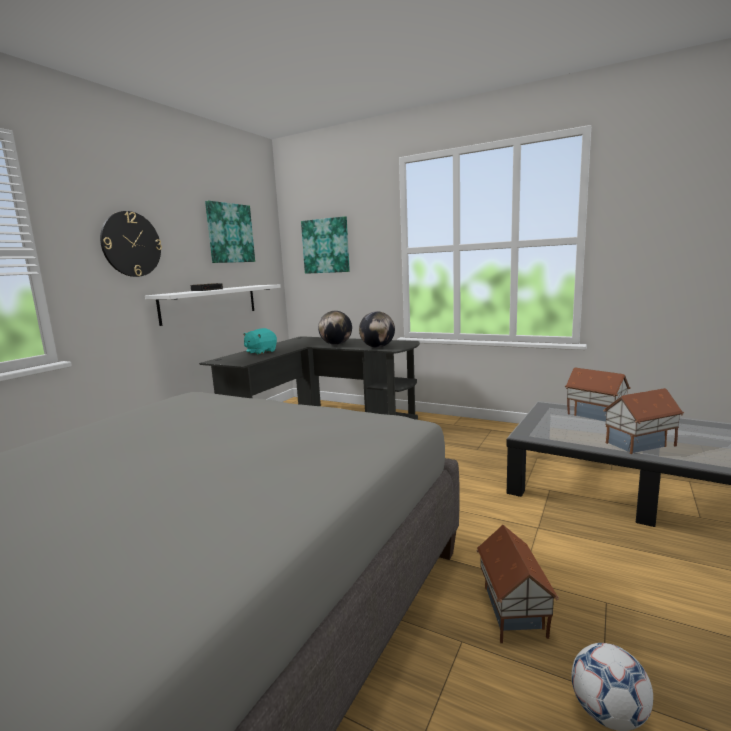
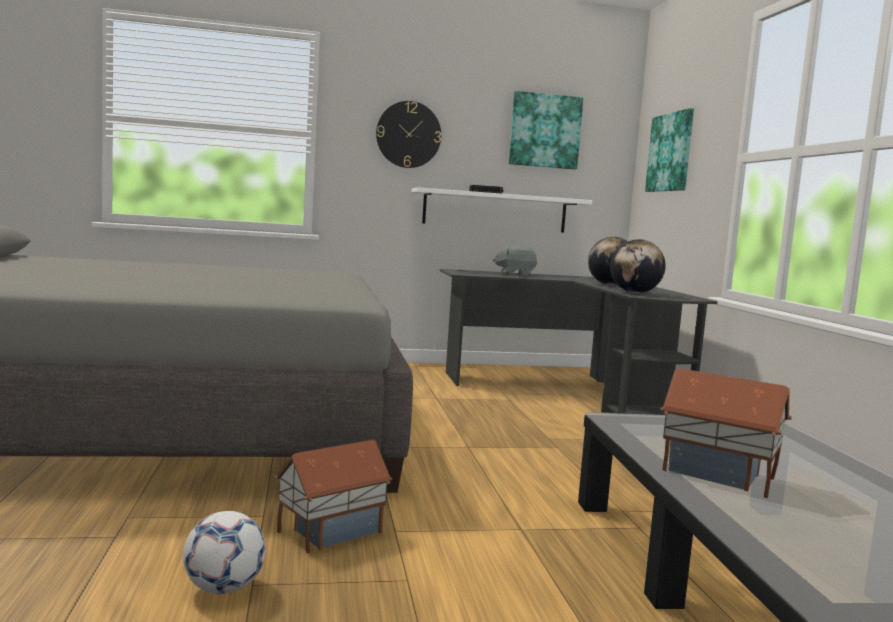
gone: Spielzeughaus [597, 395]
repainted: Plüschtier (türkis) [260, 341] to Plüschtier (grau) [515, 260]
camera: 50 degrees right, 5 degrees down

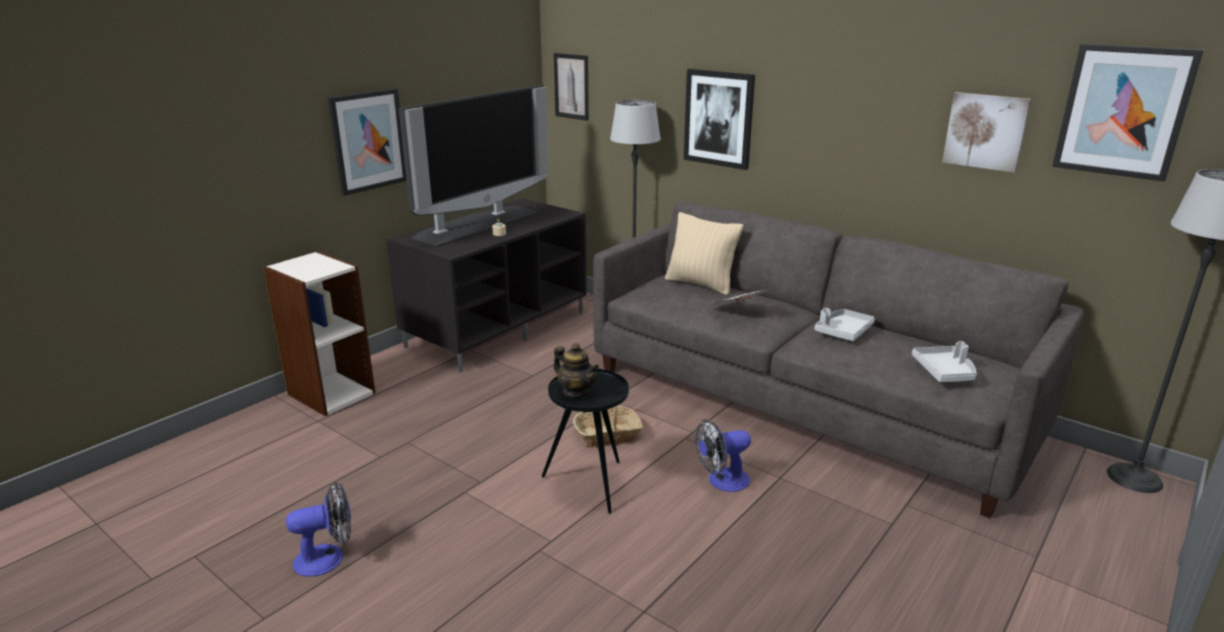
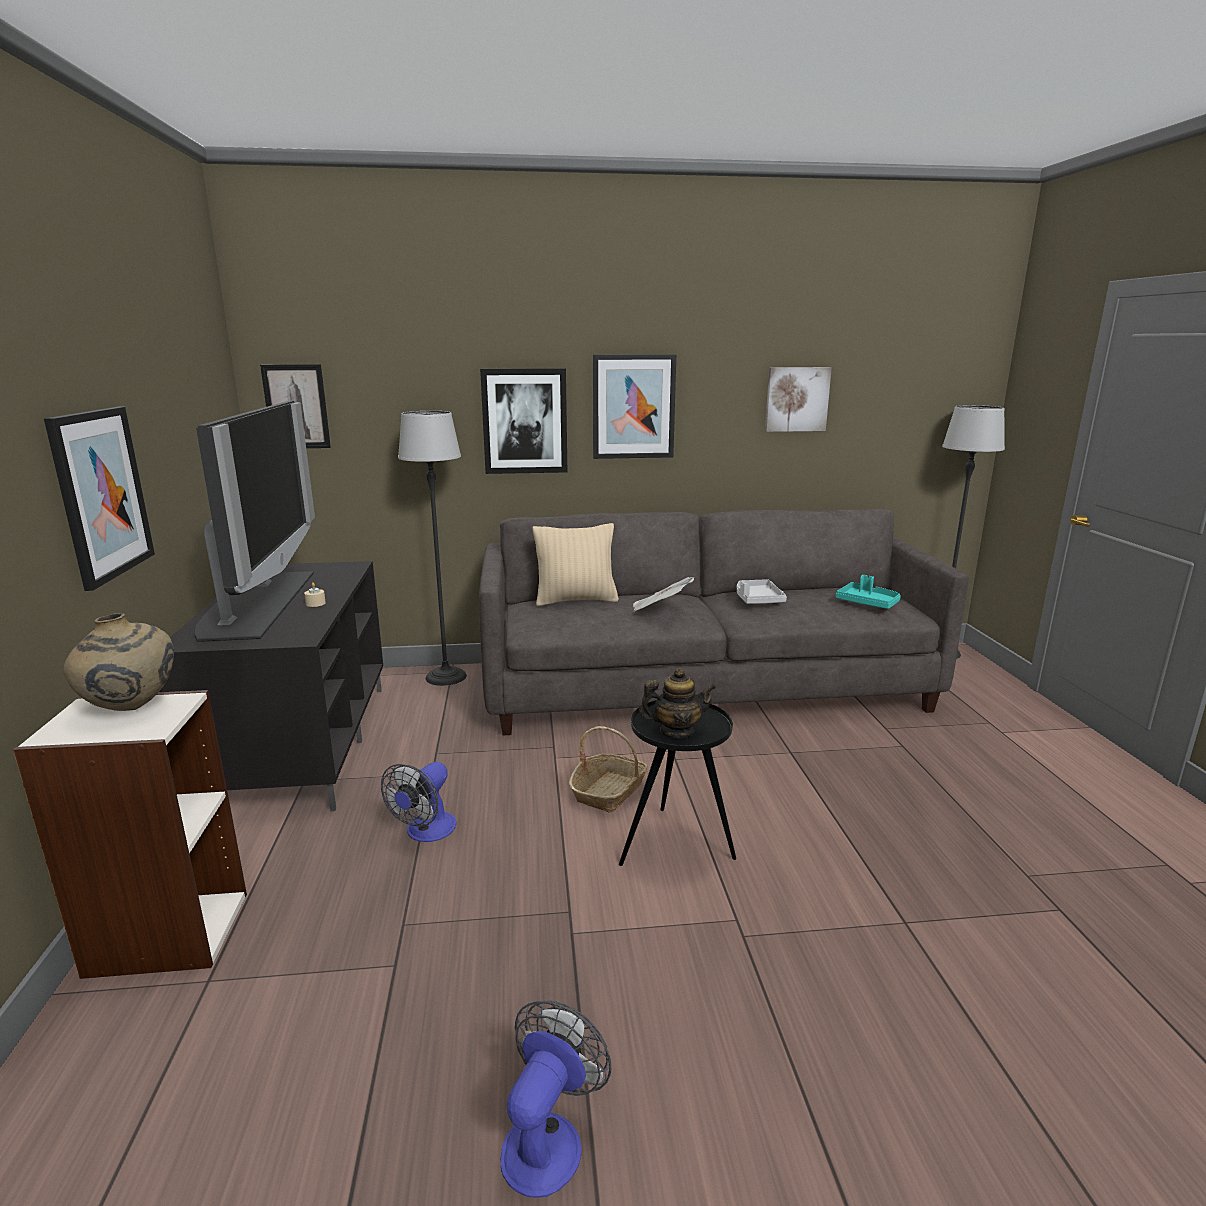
new: Vase (beige) [118, 662]
shifted: Bild [1128, 112] to [634, 406]; Ventilator [723, 455] to [418, 802]
repainted: Tablett (grau) [944, 361] to Tablett (türkis) [868, 592]
camera: 45 degrees left, 5 degrees down

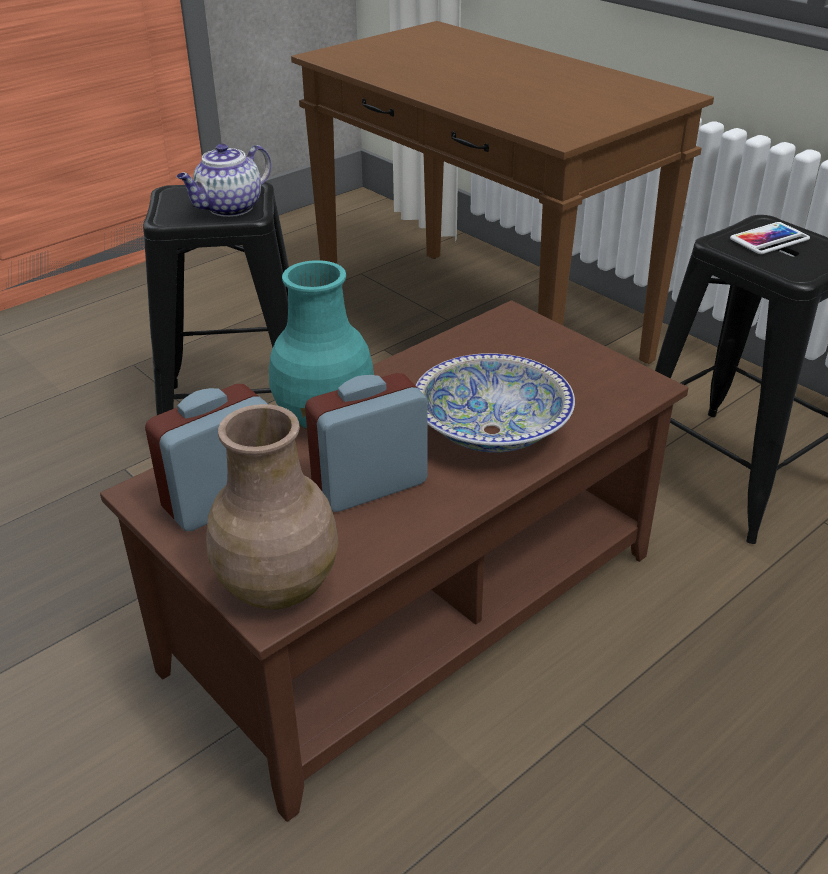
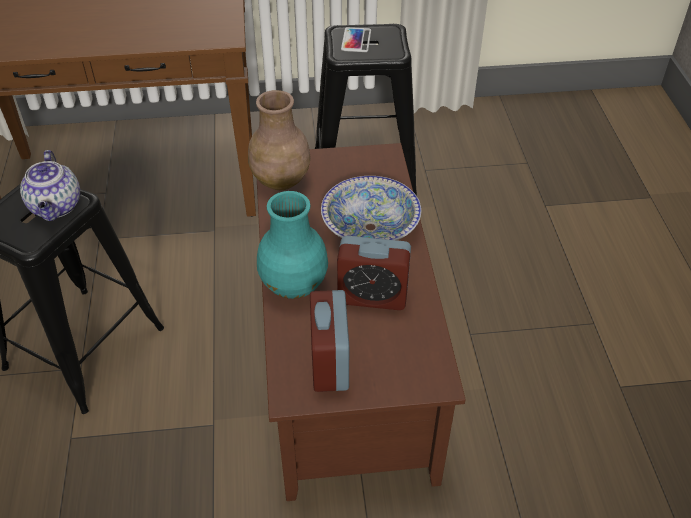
shifted: Vase (braun) [272, 506] to [279, 140]
rotated: Wecker [366, 442] = [374, 273] 90 degrees counterclockwise
camera: 55 degrees left, 10 degrees up

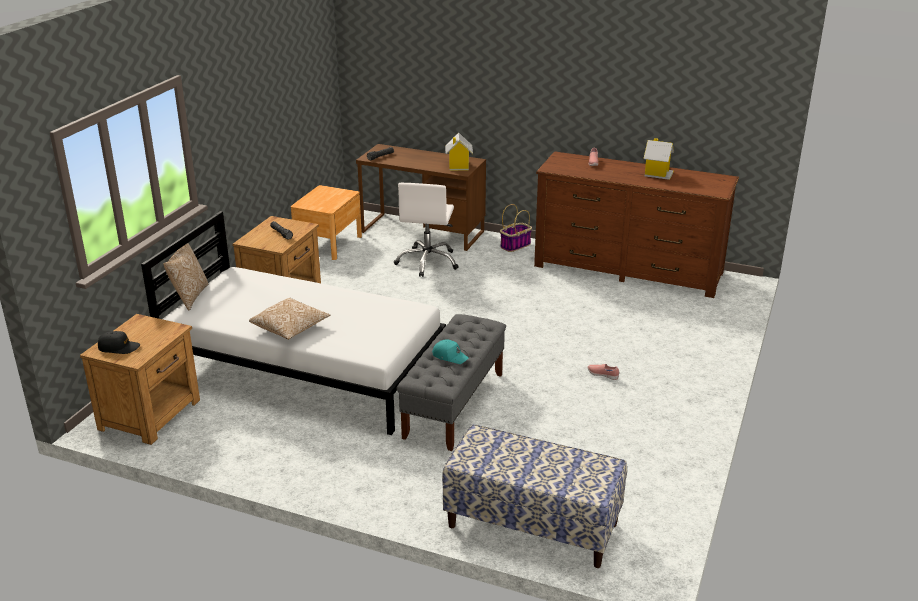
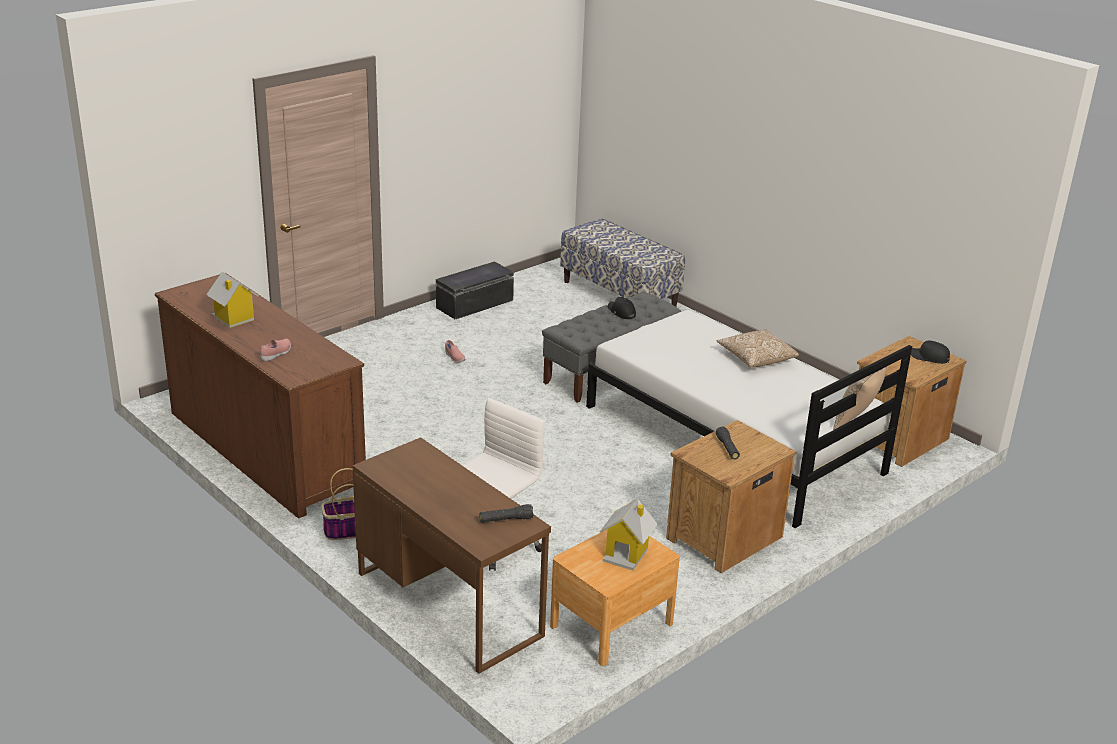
new: Aufbewahrungsbox (schwarz) [475, 290]
shifted: Spielzeughaus [459, 152] to [628, 534]
repainted: Kappe (türkis) [450, 351] to Kappe (schwarz) [622, 307]
camera: 155 degrees left, 0 degrees up

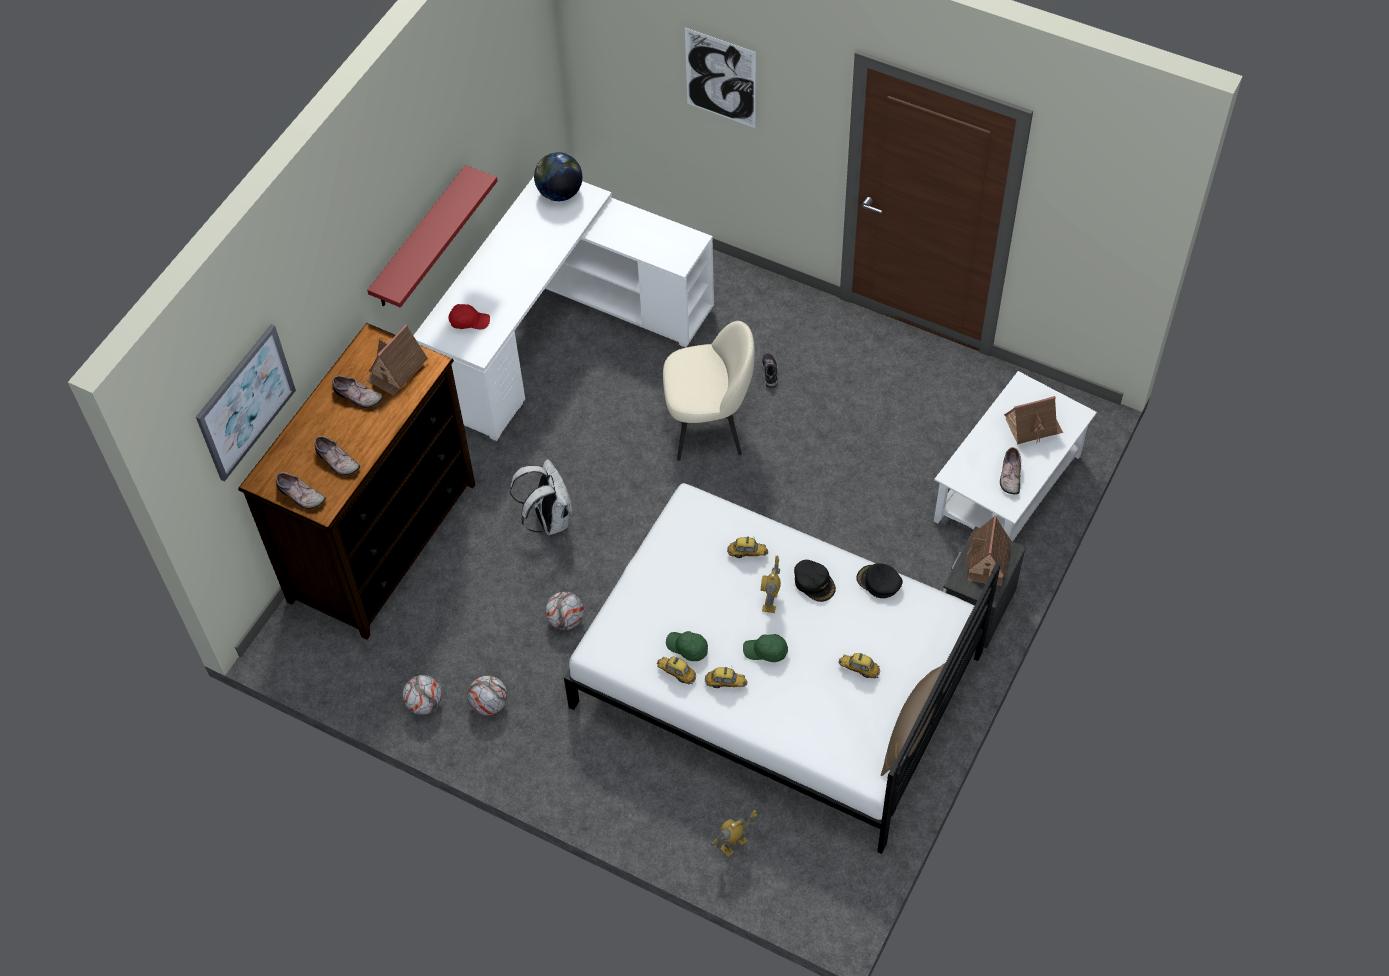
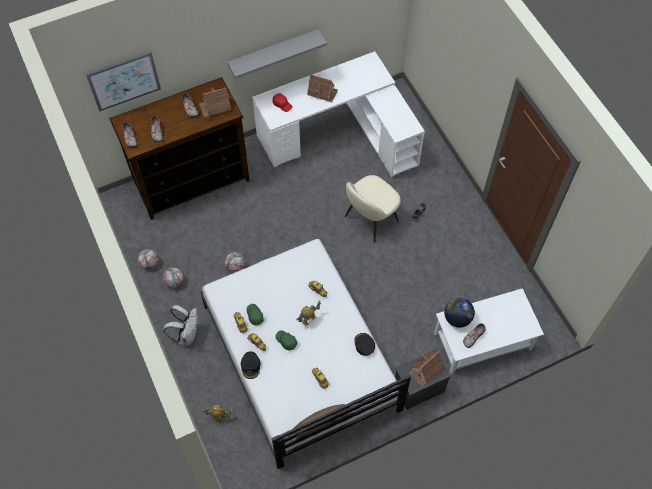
gone: Bild [720, 78]
shifted: Globus [558, 176] to [459, 313]; Spielzeughaus [1033, 420] to [322, 88]; Rucksack (weiß) [541, 497] to [180, 325]; Kappe (schwarz) [815, 581] to [251, 365]
repainted: Wandregal (rot) [432, 236] to Wandregal (grau) [277, 54]
rotated: Stuhl (beige) [709, 391] = [373, 209] 105 degrees clockwise
camera: 35 degrees right, 5 degrees up

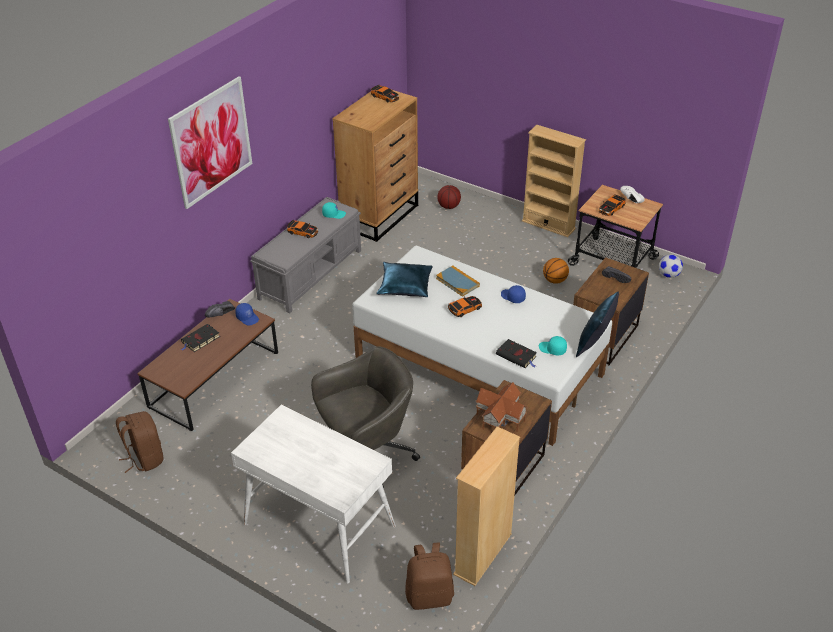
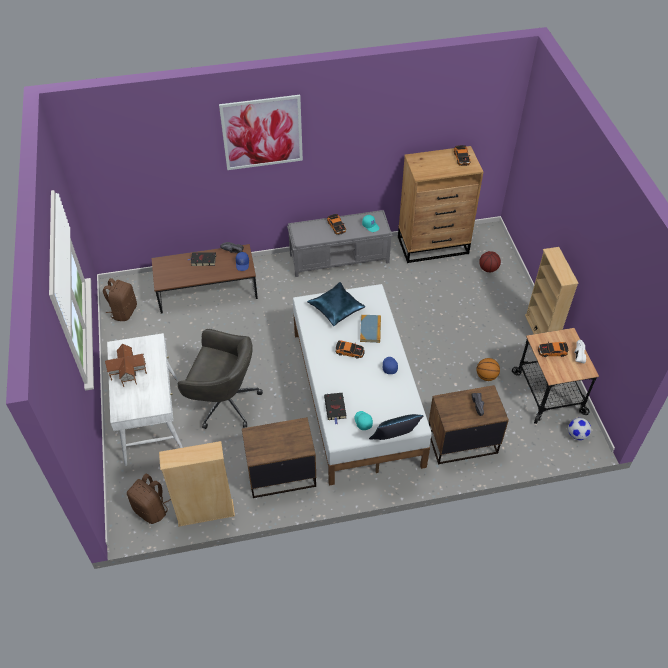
shifted: Spielzeughaus [502, 407] to [126, 365]
camera: 45 degrees right, 10 degrees up

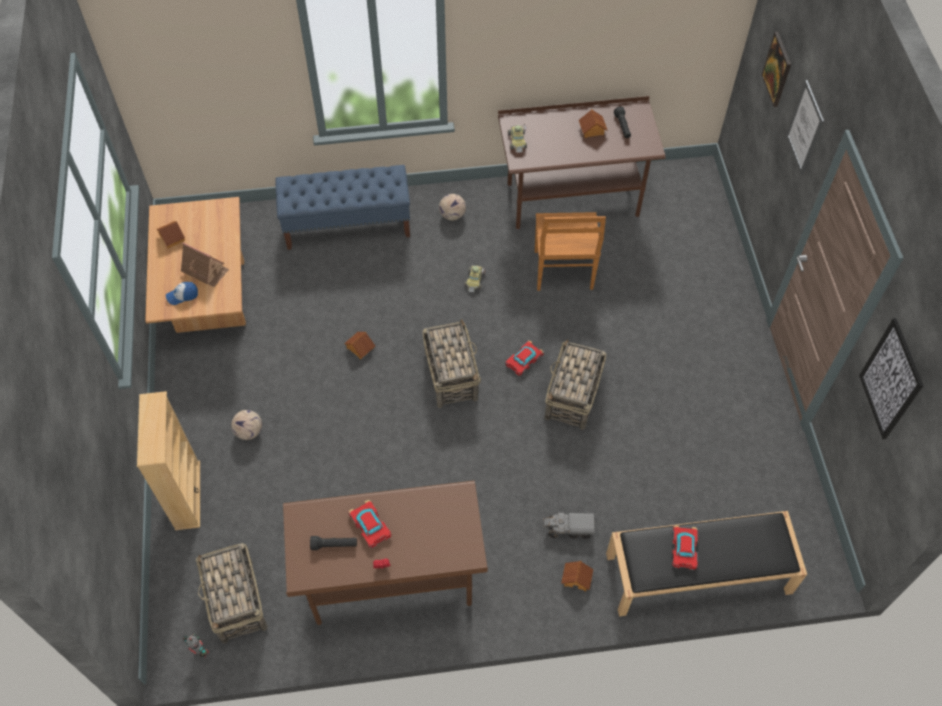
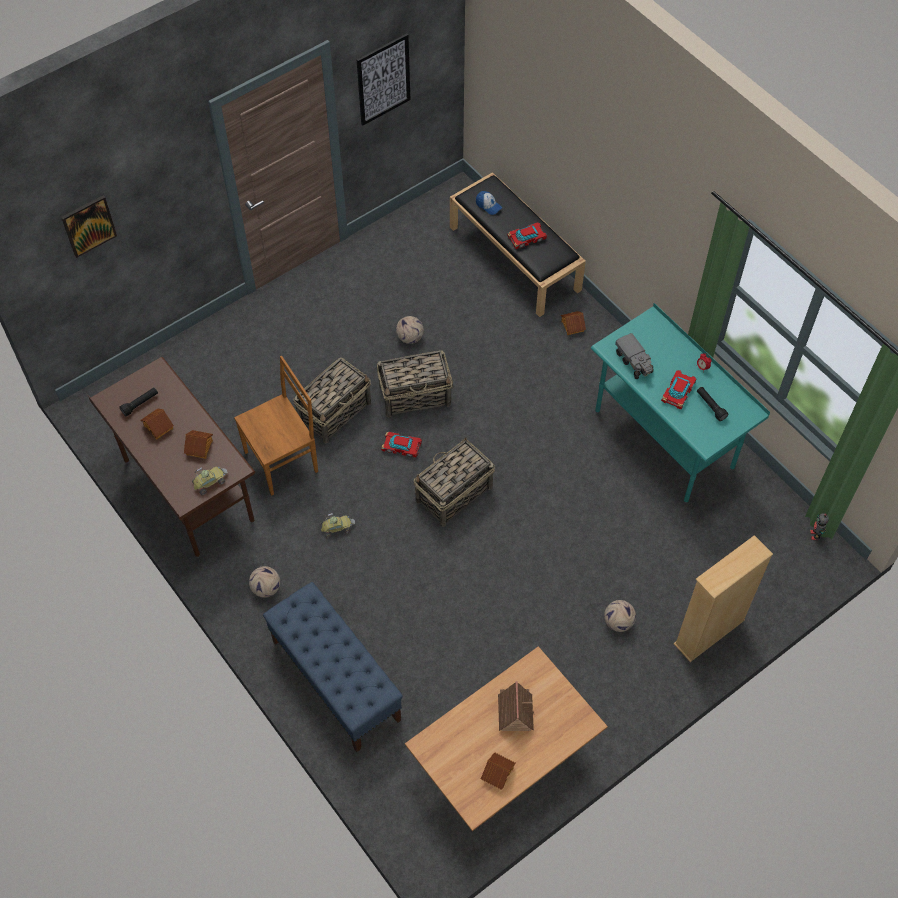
gone: Bild [805, 127]
new: Fußball [410, 330]
shifted: Kappe [182, 293] to [489, 203]; Spielzeughaus [359, 345] to [198, 444]; Spielzeuglaster [569, 526] to [634, 356]; Korb [231, 593] to [332, 400]
repainted: Schreibtisch (braun) [385, 553] to Schreibtisch (türkis) [680, 403]
camera: 120 degrees left, 0 degrees up

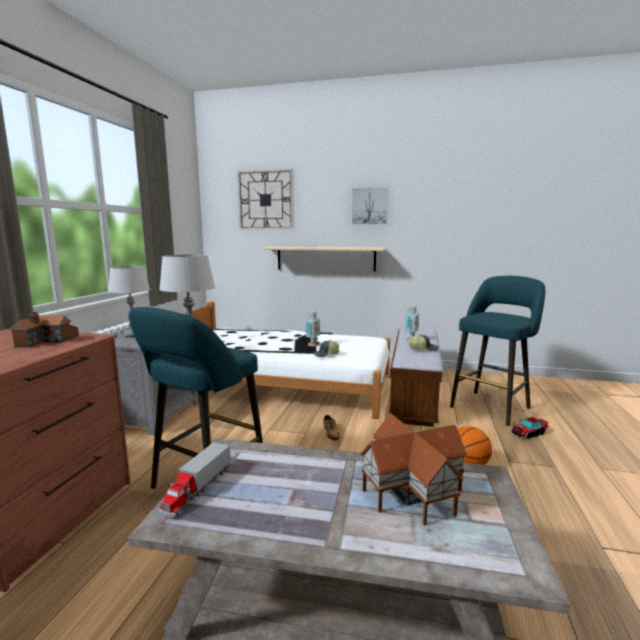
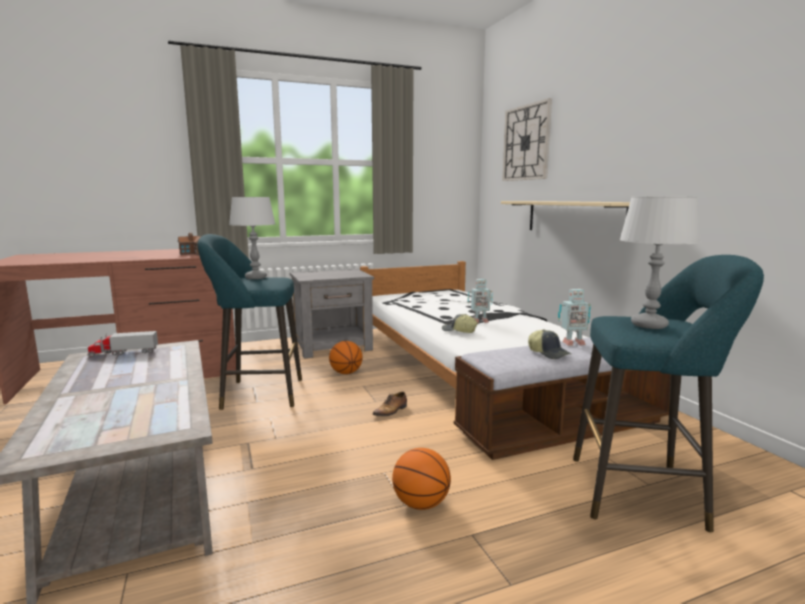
gone: Bild [370, 206]; Spielzeughaus [413, 469]; Spielzeuglaster [530, 428]
new: Basketball [346, 357]
shifted: Tischlampe (grau) [129, 301] to [660, 263]
camera: 55 degrees right, 0 degrees up

